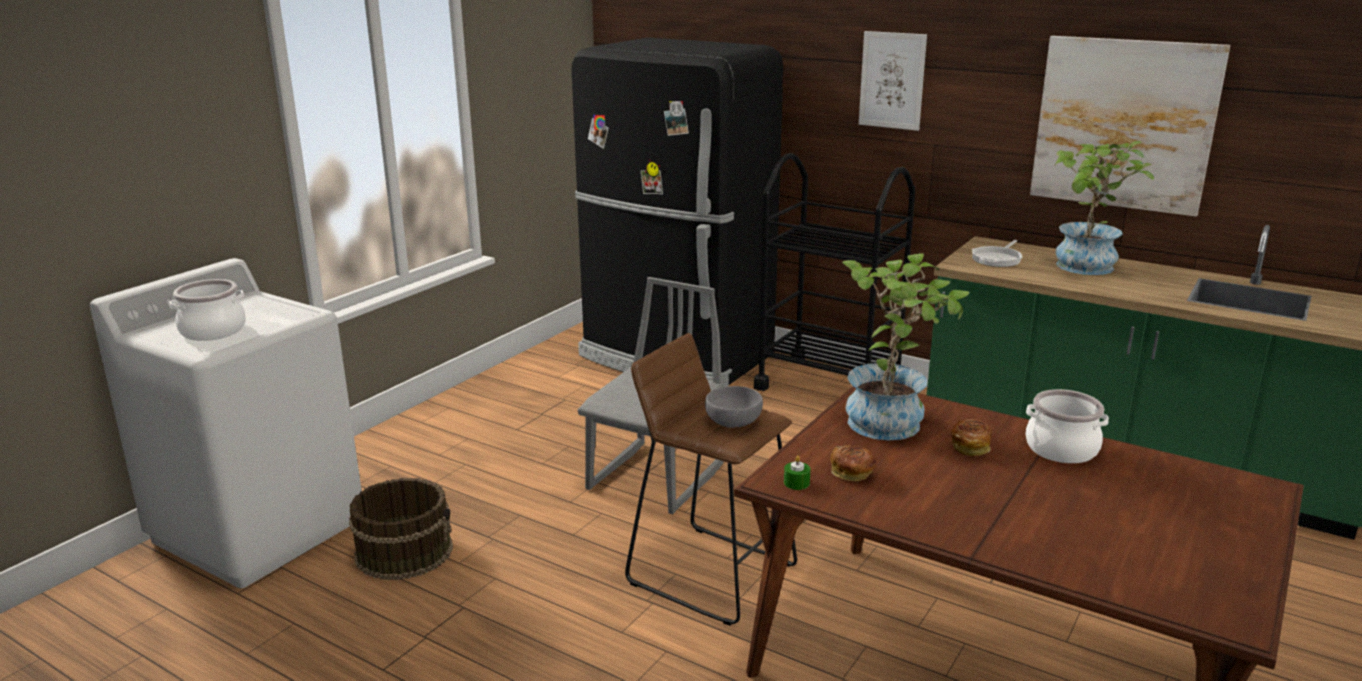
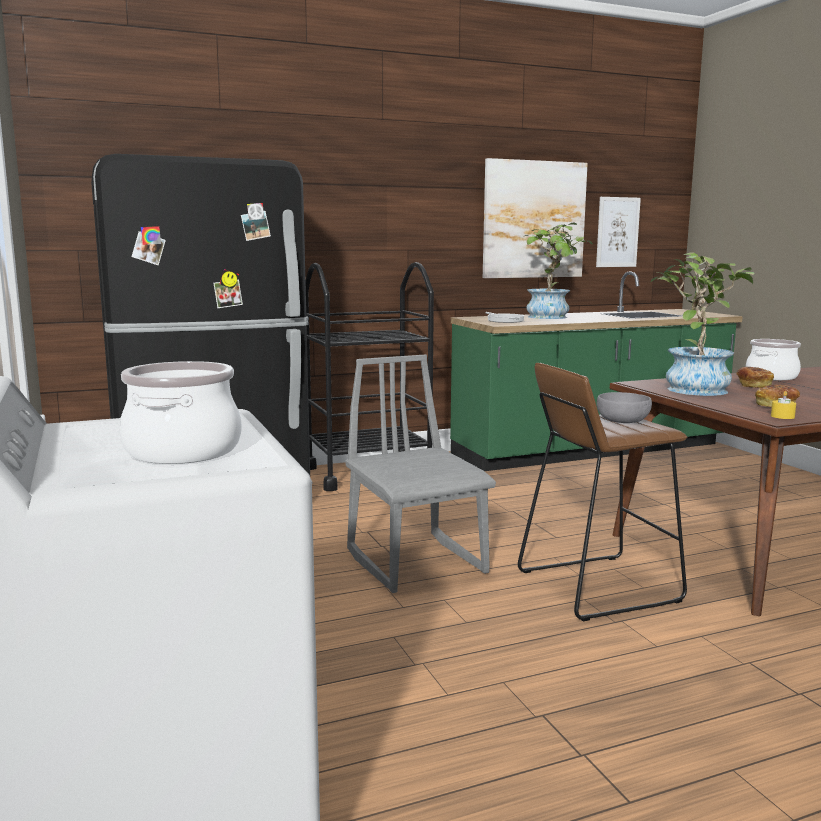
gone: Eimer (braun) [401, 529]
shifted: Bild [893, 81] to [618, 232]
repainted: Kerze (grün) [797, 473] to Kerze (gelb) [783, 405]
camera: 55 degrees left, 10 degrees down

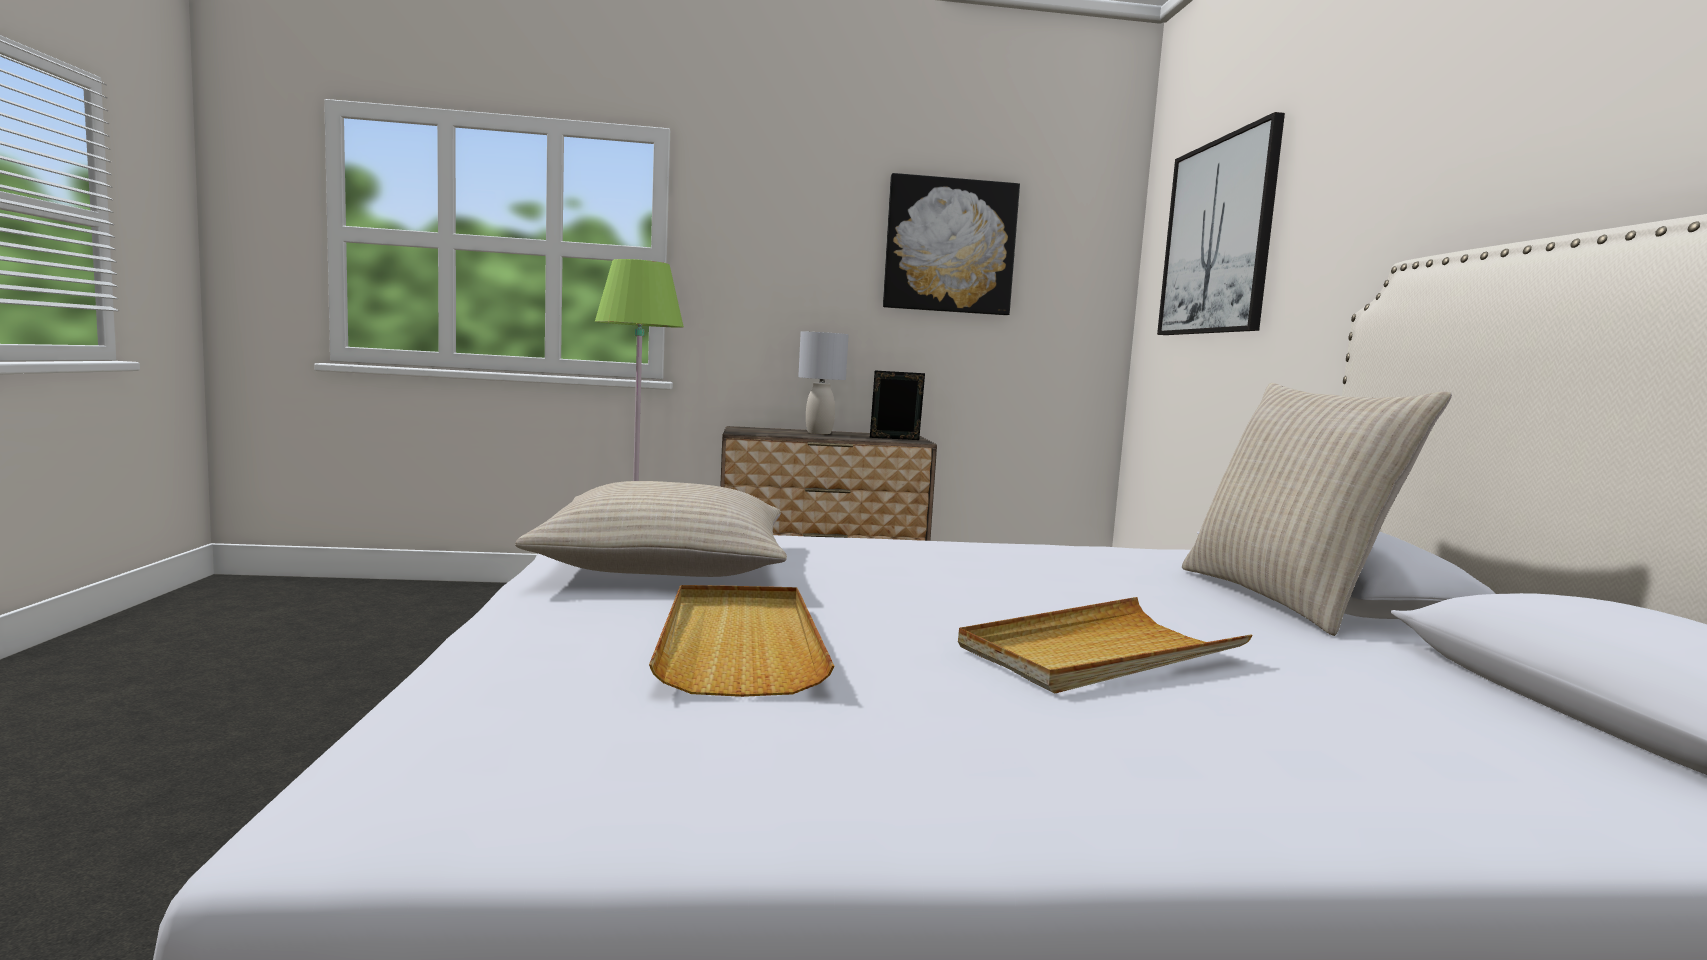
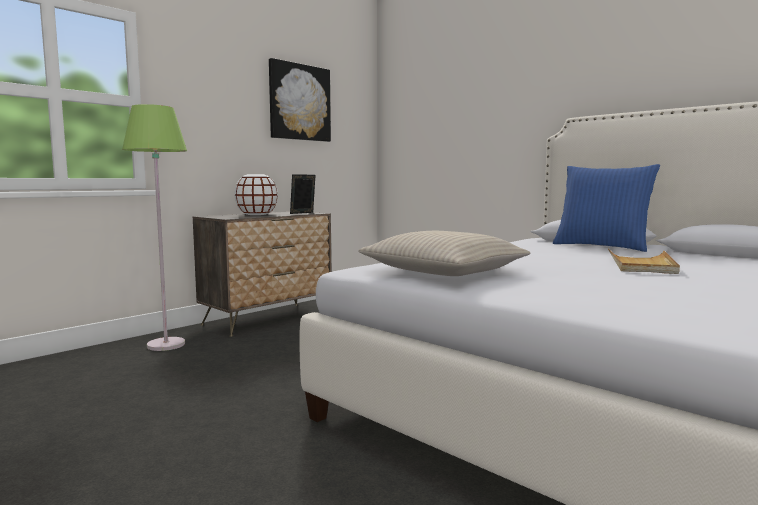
gone: Bild [1221, 223]; Tablett (beige) [741, 641]
swapped: Tischlampe (grau) [823, 382] to Vase (weiß) [256, 194]
repainted: Kissen (beige) [1317, 509] to Kissen (blau) [606, 208]
camera: 40 degrees left, 0 degrees up

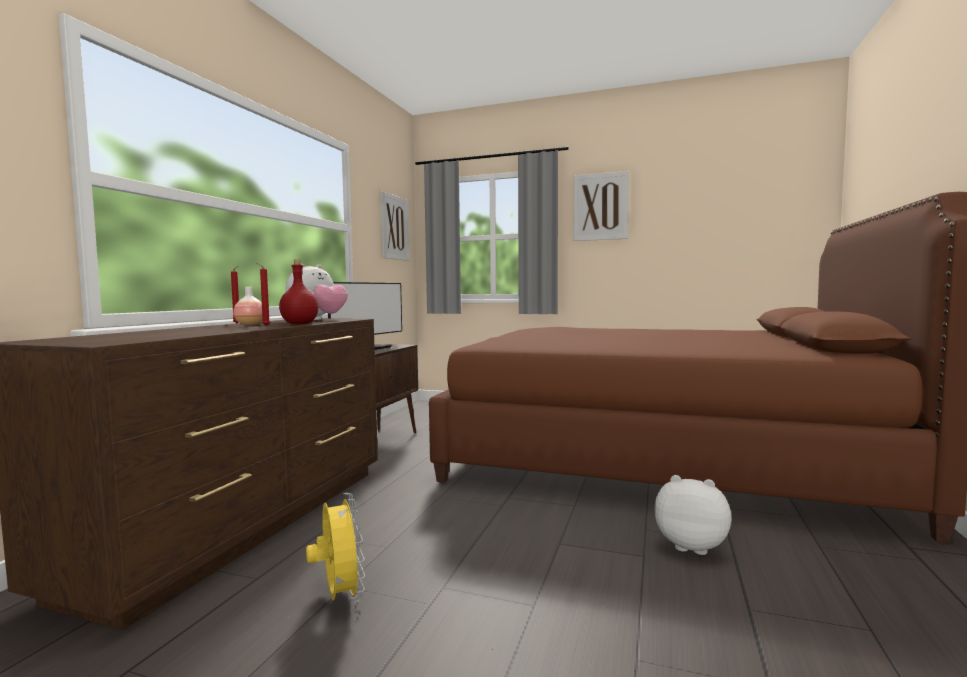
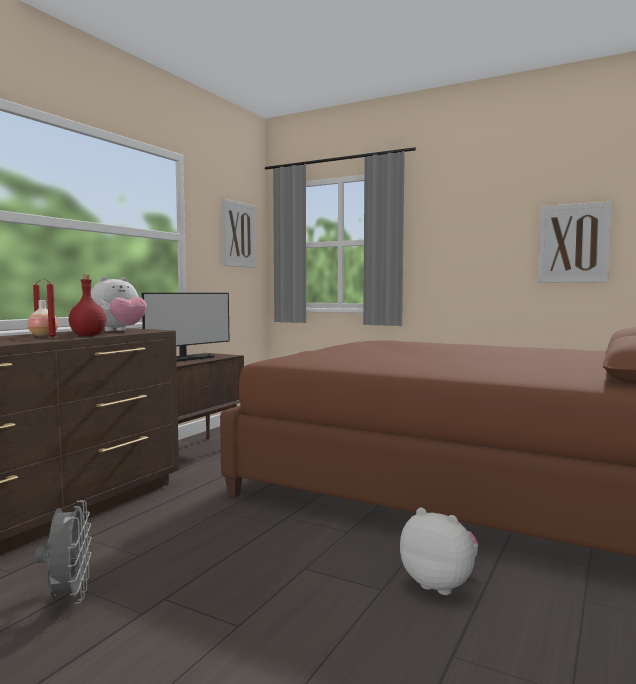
shifted: Bild [601, 206] to [575, 242]
repainted: Ventilator (gelb) [335, 548] to Ventilator (grau) [63, 552]
camera: 10 degrees right, 0 degrees up

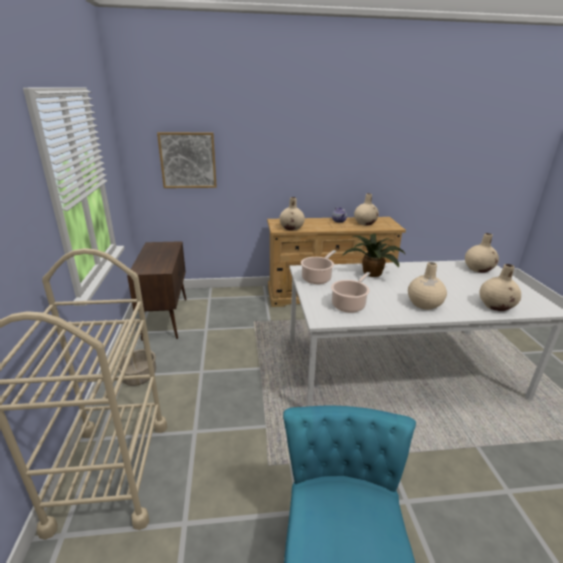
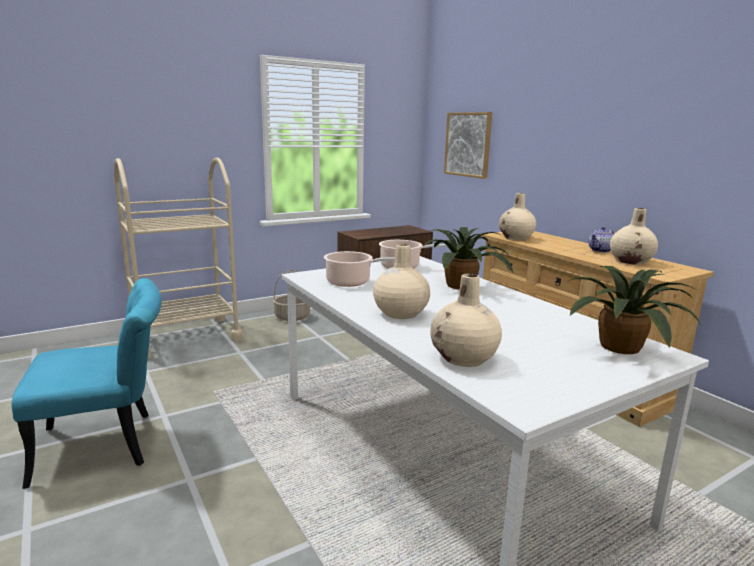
swapped: Vase (beige) [482, 253] to Topfpflanze [635, 310]
camera: 65 degrees right, 10 degrees down

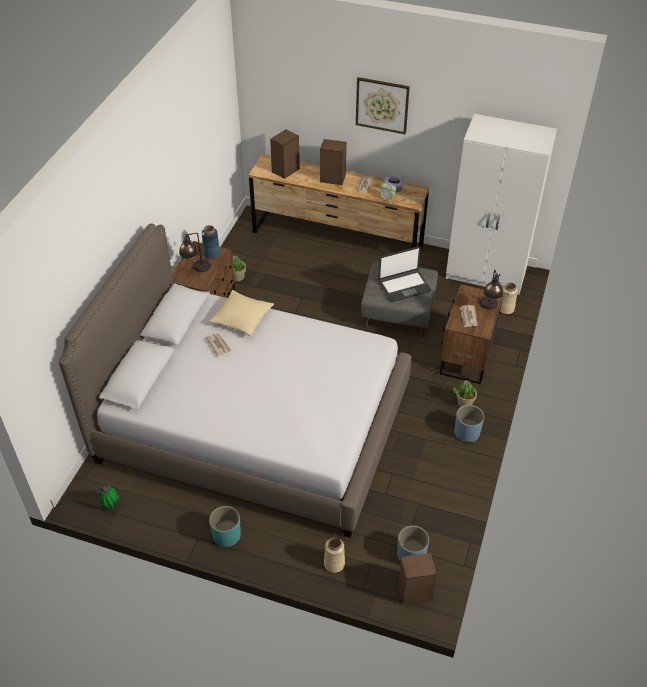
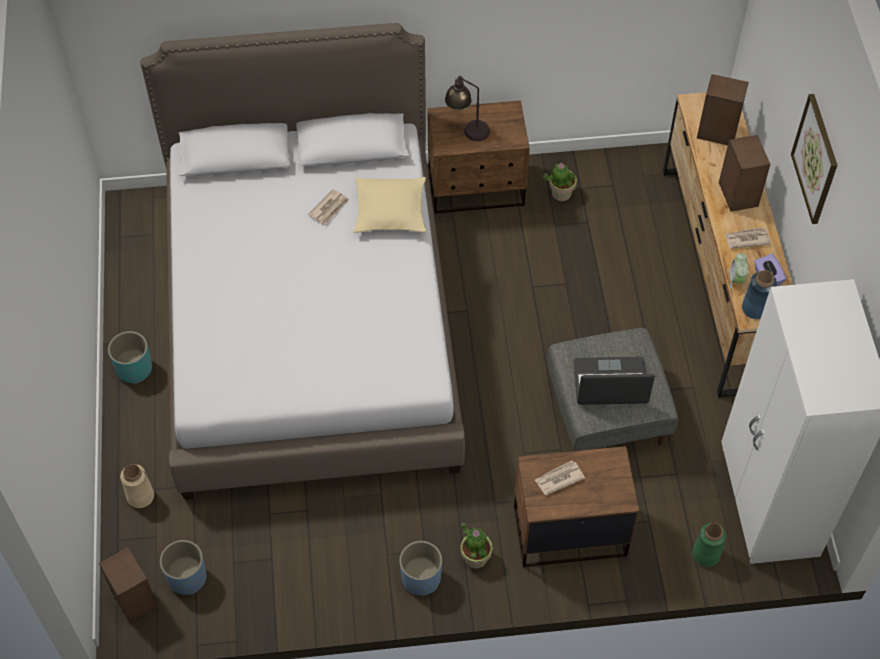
gone: Tischlampe [491, 290]; Topfpflanze [110, 497]
shifted: Vase (blau) [211, 242] to [759, 294]
repainted: Vase (beige) [509, 298] to Vase (grün) [709, 545]
rotated: Laptop [404, 274] = [614, 381] 135 degrees clockwise
camera: 65 degrees right, 10 degrees up

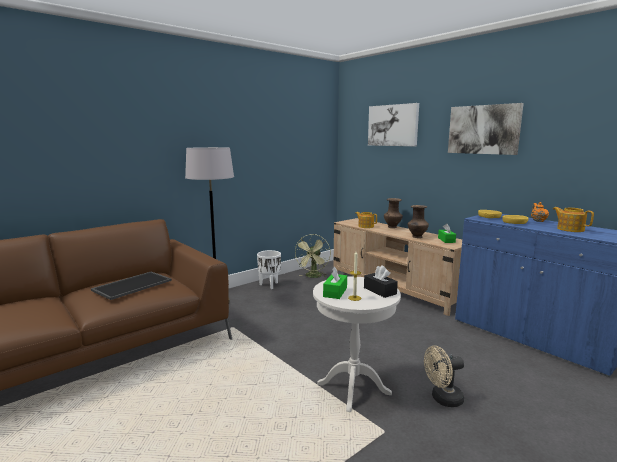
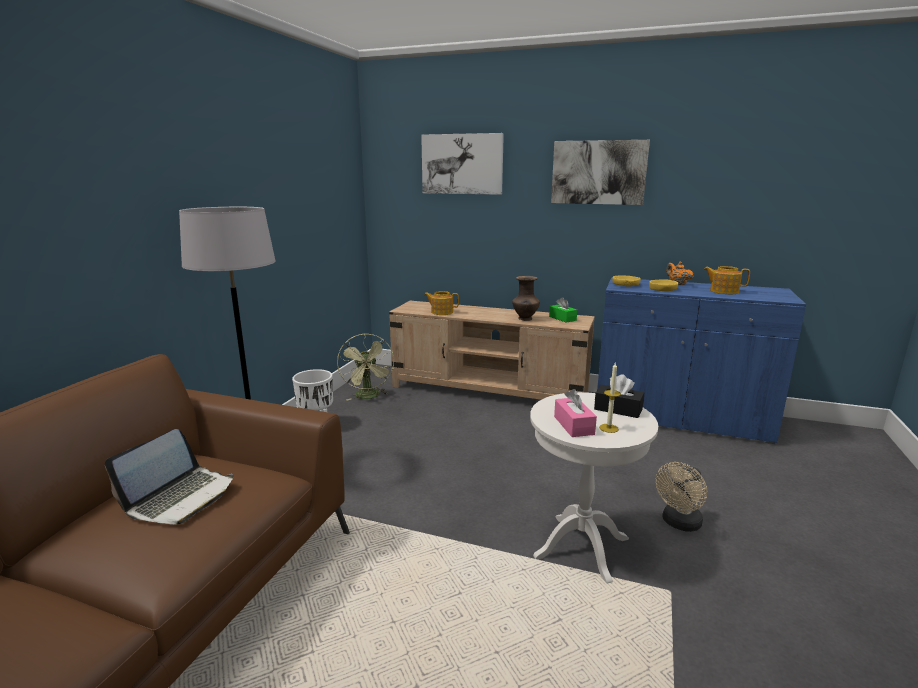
gone: Vase (braun) [393, 213]
swapped: Tablett [131, 286] to Laptop [169, 477]
repainted: Taschentuchbox (grün) [335, 282] to Taschentuchbox (rosa) [575, 413]
camera: 30 degrees left, 5 degrees up

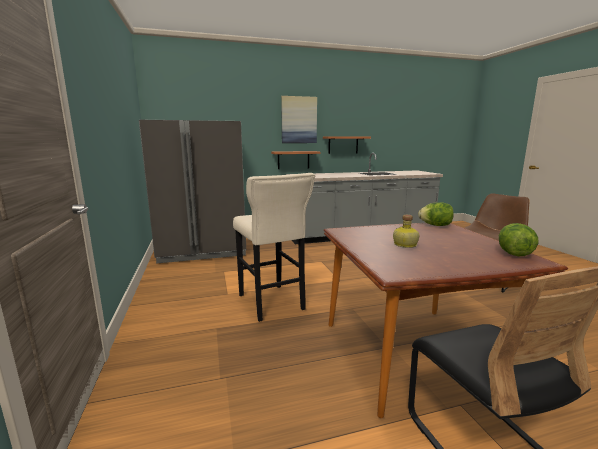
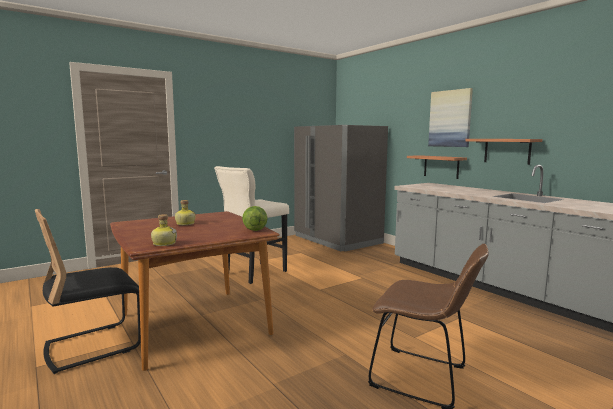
swapped: Salatkopf [519, 239] to Flasche [164, 230]
camera: 70 degrees right, 5 degrees down

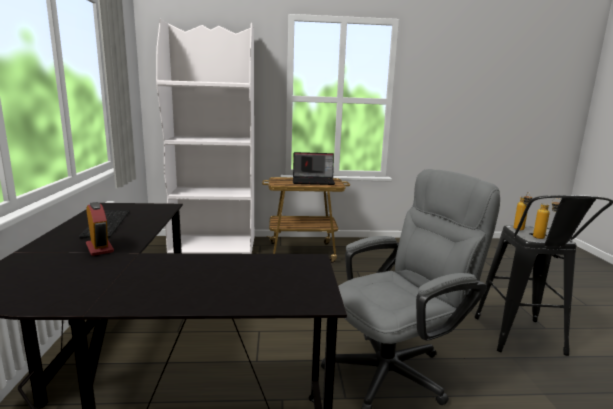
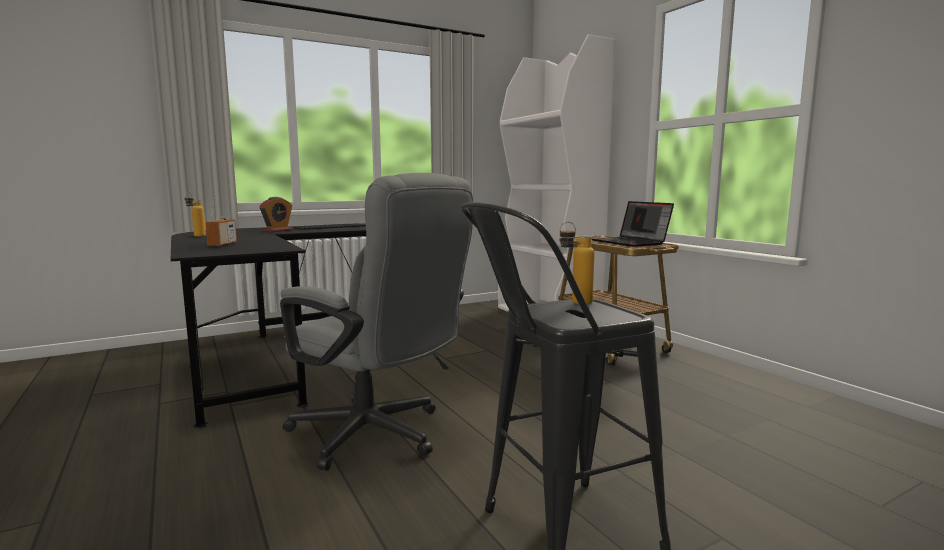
new: Radio [221, 220]
shifted: Flasche [547, 218] to [195, 214]
camera: 65 degrees right, 5 degrees down

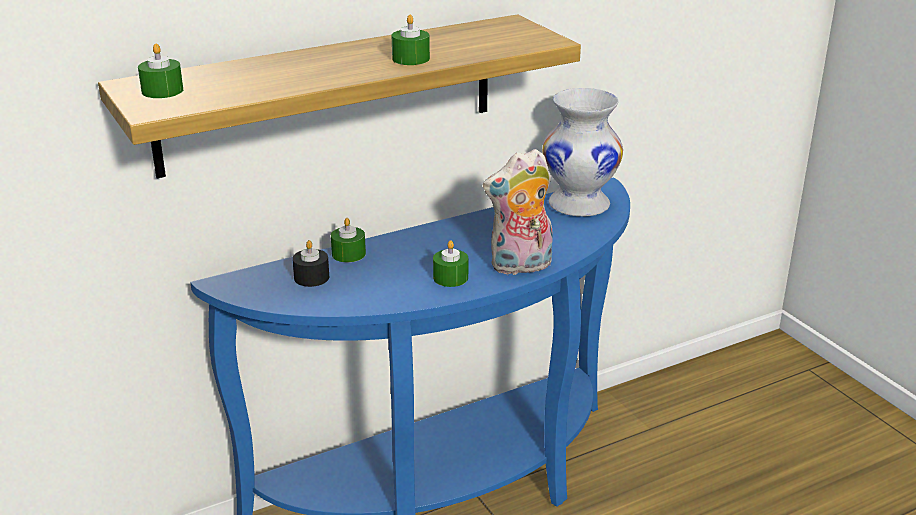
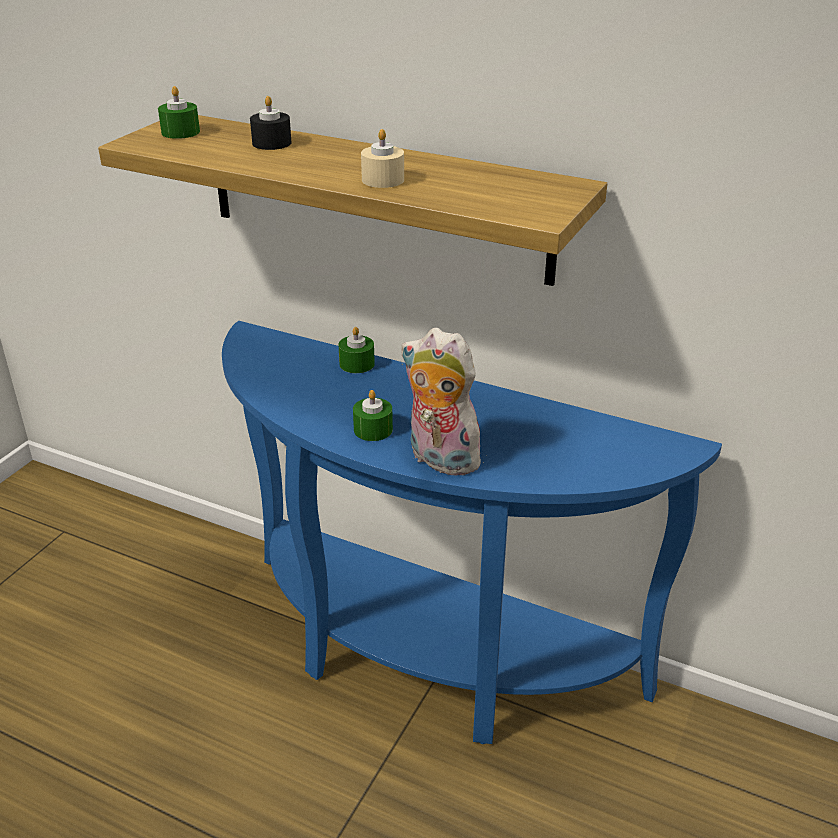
gone: Vase (weiß) [582, 152]
shifted: Kerze (schwarz) [310, 263] to [271, 123]
repainted: Kerze (grün) [411, 39] to Kerze (beige) [382, 158]
camera: 55 degrees right, 5 degrees up

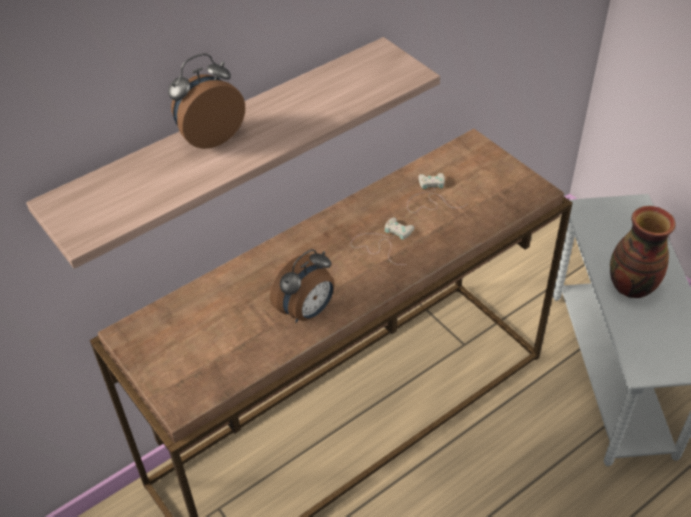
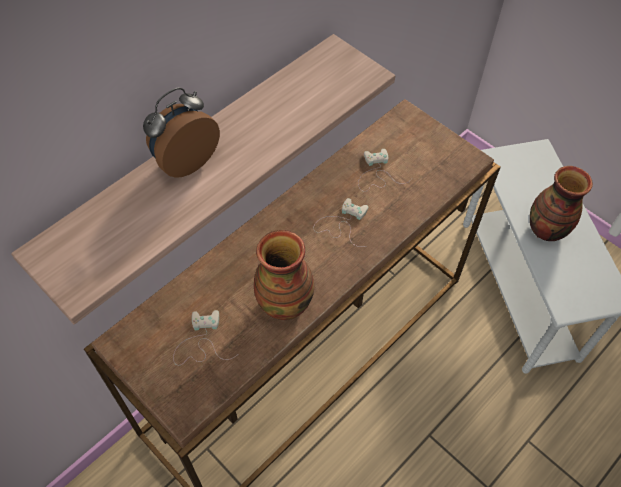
new: Gamepad (weiß) [205, 337]
swapped: Wecker [302, 286] to Vase [284, 275]
camera: 10 degrees left, 10 degrees up

